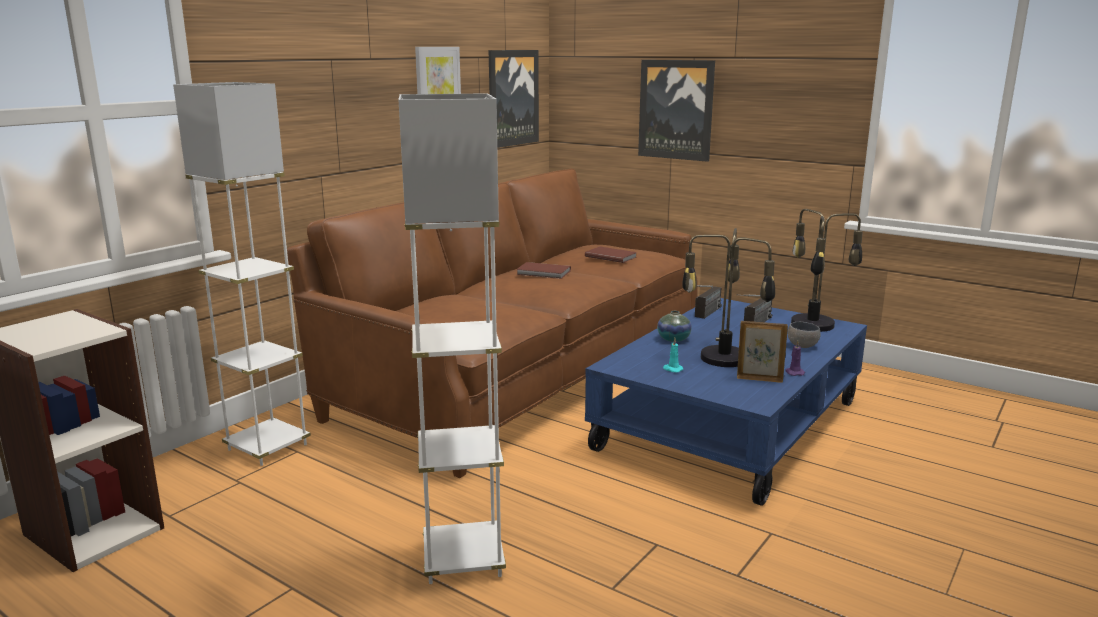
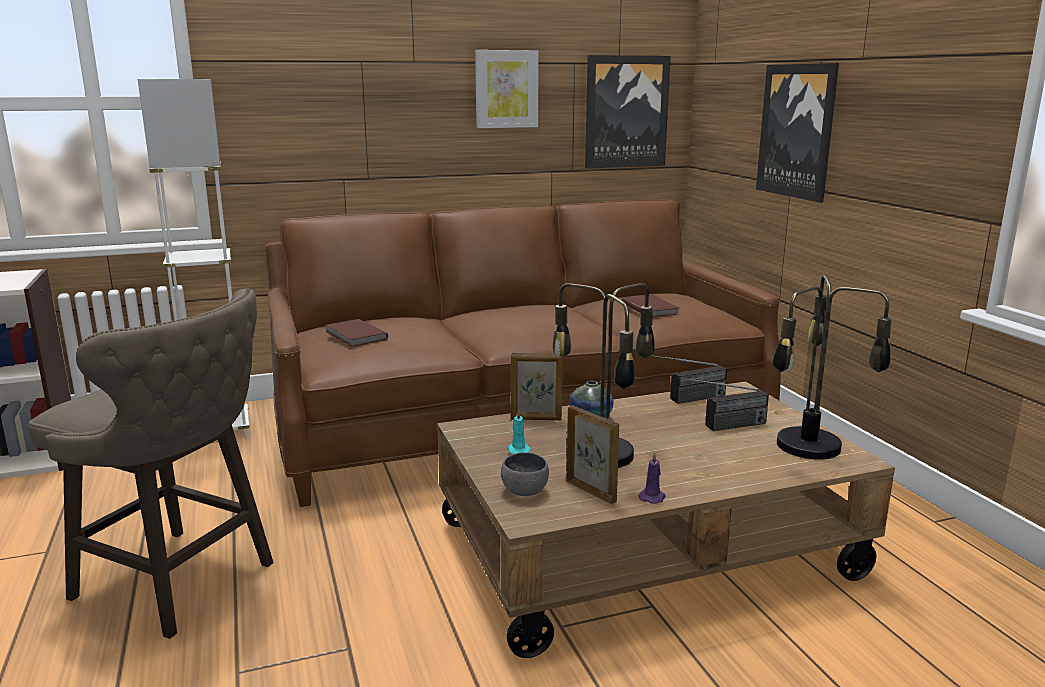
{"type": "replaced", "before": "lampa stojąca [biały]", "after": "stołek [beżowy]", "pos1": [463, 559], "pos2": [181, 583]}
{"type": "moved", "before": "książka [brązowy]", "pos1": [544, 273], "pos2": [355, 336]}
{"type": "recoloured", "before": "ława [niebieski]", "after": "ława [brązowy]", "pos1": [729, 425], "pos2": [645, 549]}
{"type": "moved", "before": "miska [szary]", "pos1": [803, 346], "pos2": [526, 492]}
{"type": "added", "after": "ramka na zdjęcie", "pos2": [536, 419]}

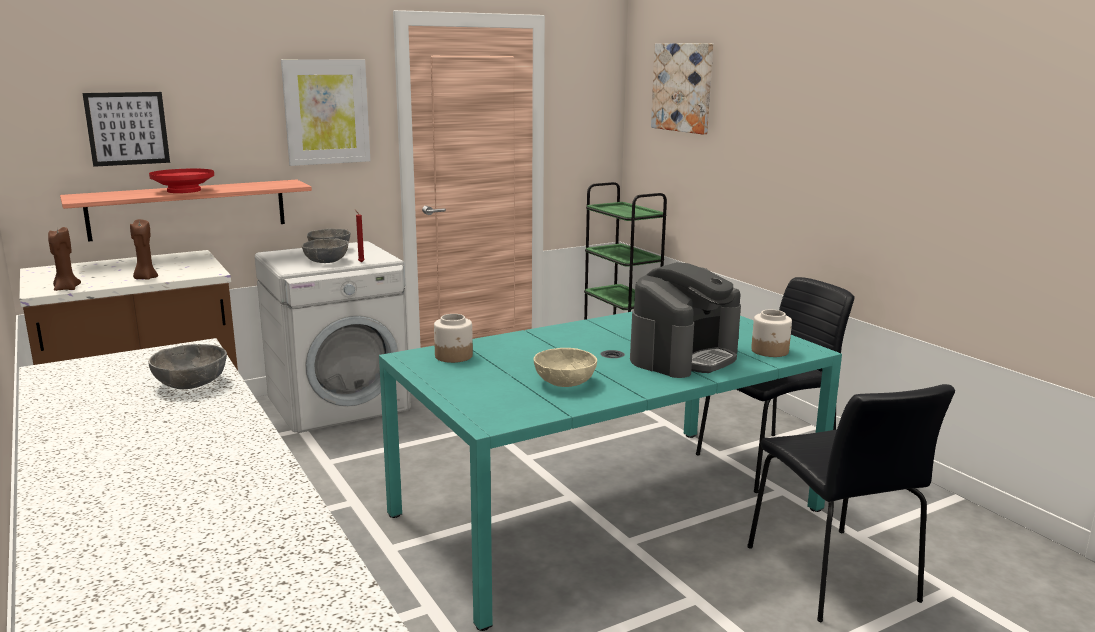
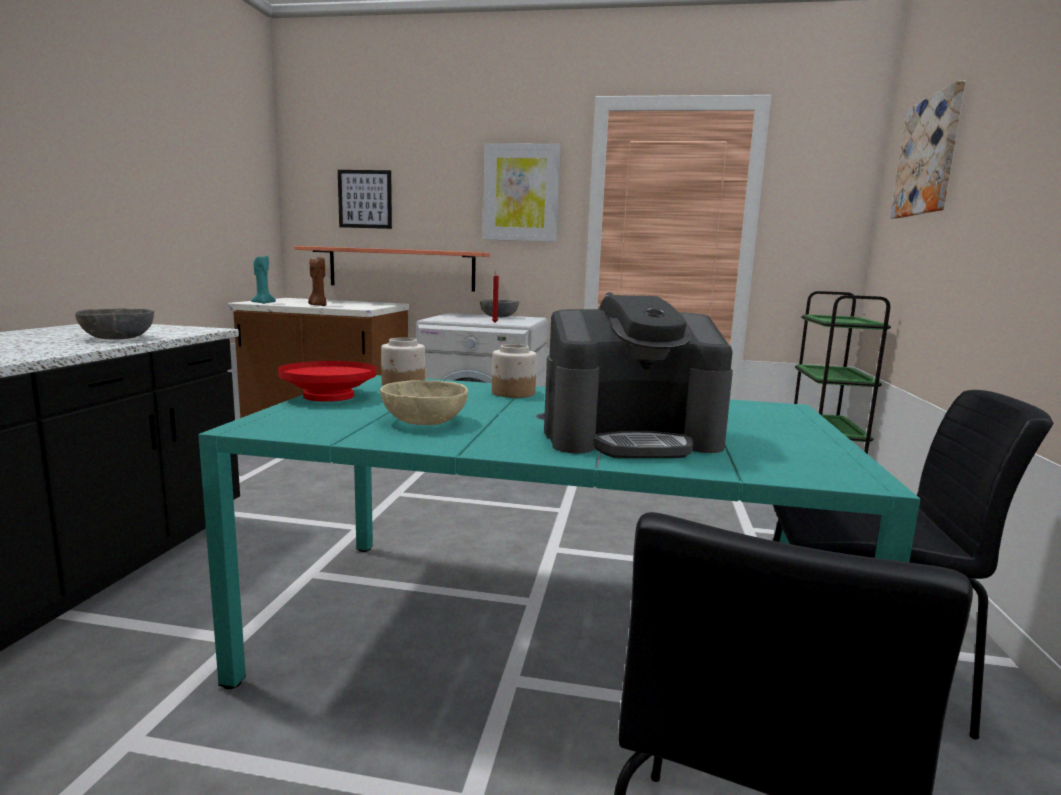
{"type": "recoloured", "before": "świeca [brązowy]", "after": "świeca [turkusowy]", "pos1": [66, 288], "pos2": [263, 303]}
{"type": "moved", "before": "miska [czerwony]", "pos1": [184, 191], "pos2": [329, 396]}
{"type": "moved", "before": "słoik", "pos1": [770, 351], "pos2": [513, 393]}
{"type": "removed", "before": "miska [szary]", "pos1": [326, 261]}

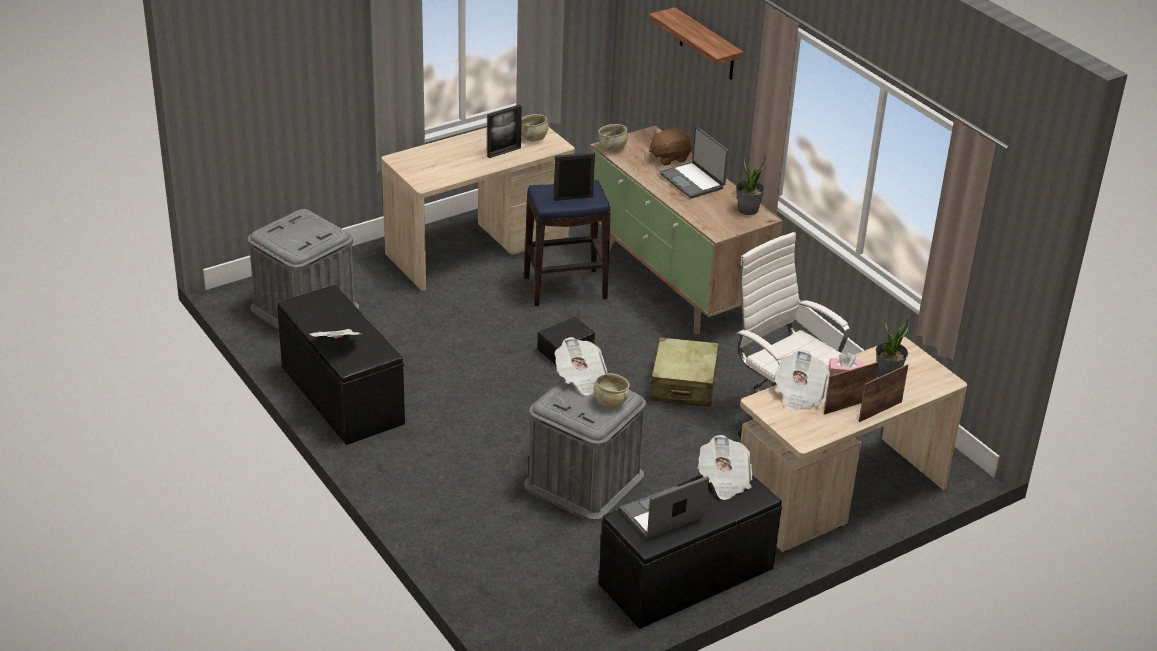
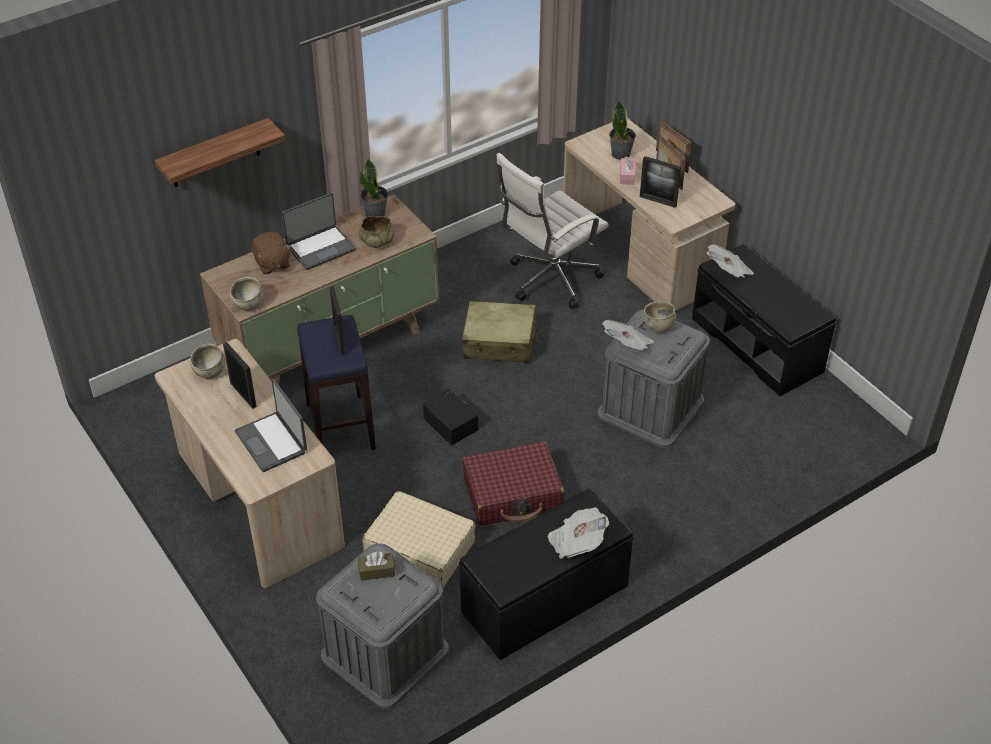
{"type": "moved", "before": "laptop", "pos1": [663, 515], "pos2": [272, 442]}
{"type": "added", "after": "pudełko chusteczek [brązowy]", "pos2": [376, 571]}
{"type": "added", "after": "miska [beżowy]", "pos2": [377, 241]}
{"type": "added", "after": "walizka [beżowy]", "pos2": [419, 549]}
{"type": "added", "after": "walizka [czerwony]", "pos2": [513, 494]}
{"type": "replaced", "before": "gazeta", "after": "ramka na zdjęcie", "pos1": [799, 394], "pos2": [658, 201]}

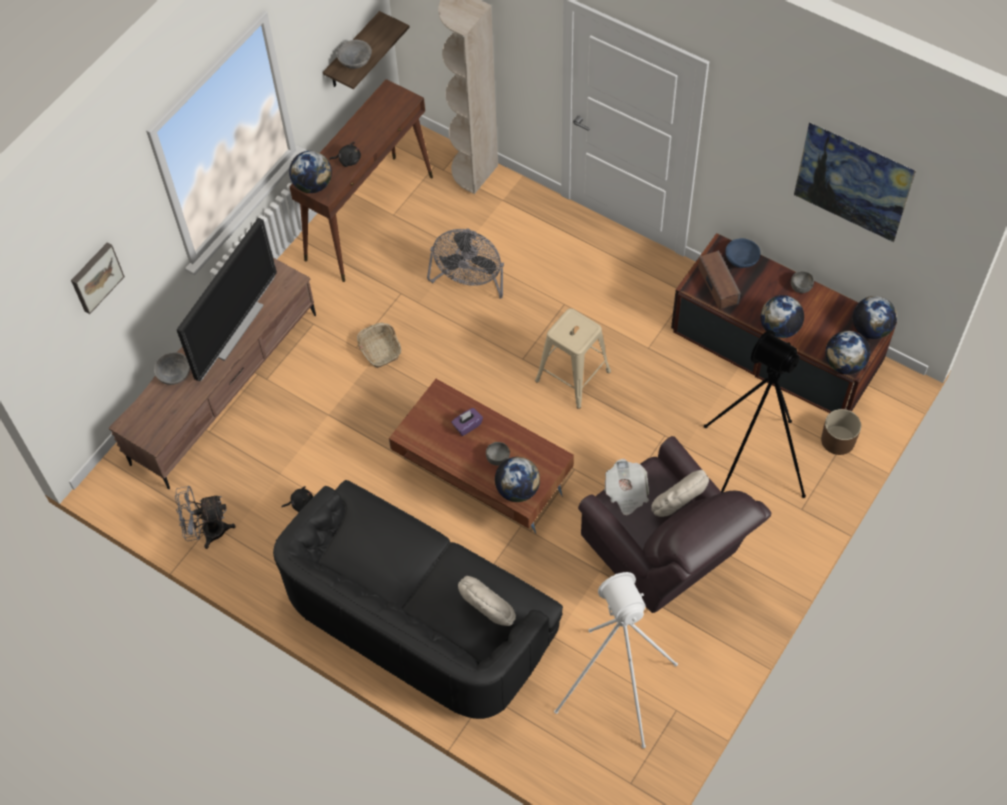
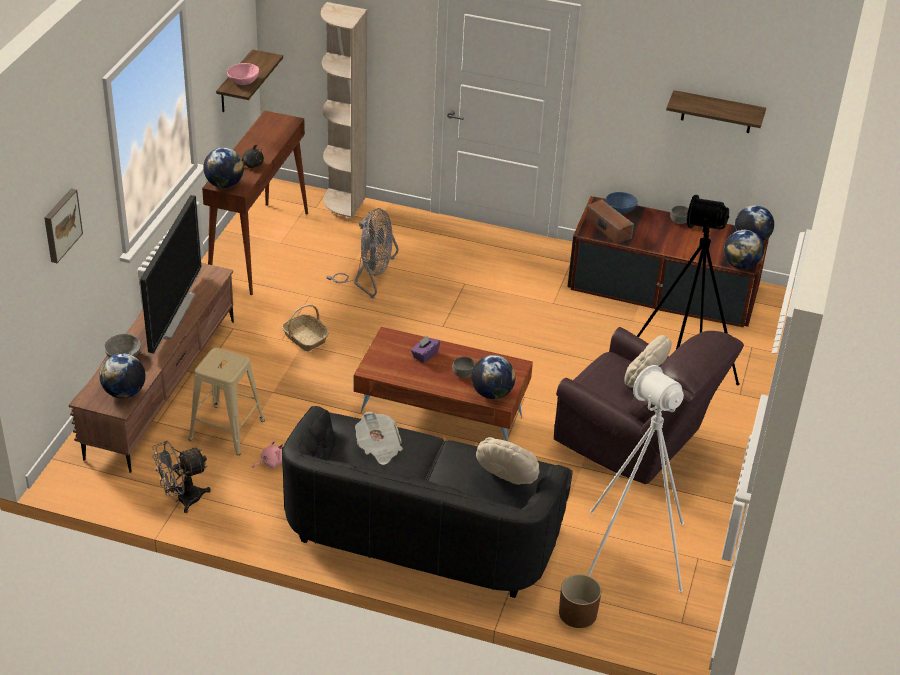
{"type": "moved", "before": "globus", "pos1": [779, 328], "pos2": [124, 392]}
{"type": "moved", "before": "stołek [beżowy]", "pos1": [573, 376], "pos2": [226, 429]}
{"type": "recoloured", "before": "miska [szary]", "after": "miska [różowy]", "pos1": [355, 61], "pos2": [243, 81]}
{"type": "recoloured", "before": "pluszak [czarny]", "after": "pluszak [różowy]", "pos1": [300, 503], "pos2": [270, 462]}
{"type": "turned", "before": "wentylator [szary]", "pos1": [468, 277], "pos2": [368, 276], "turn": -75}
{"type": "moved", "before": "gazeta", "pos1": [626, 493], "pos2": [378, 447]}
{"type": "moved", "before": "donica [brązowy]", "pos1": [837, 440], "pos2": [577, 613]}
{"type": "replaced", "before": "obraz", "after": "półka", "pos1": [847, 201], "pos2": [717, 112]}

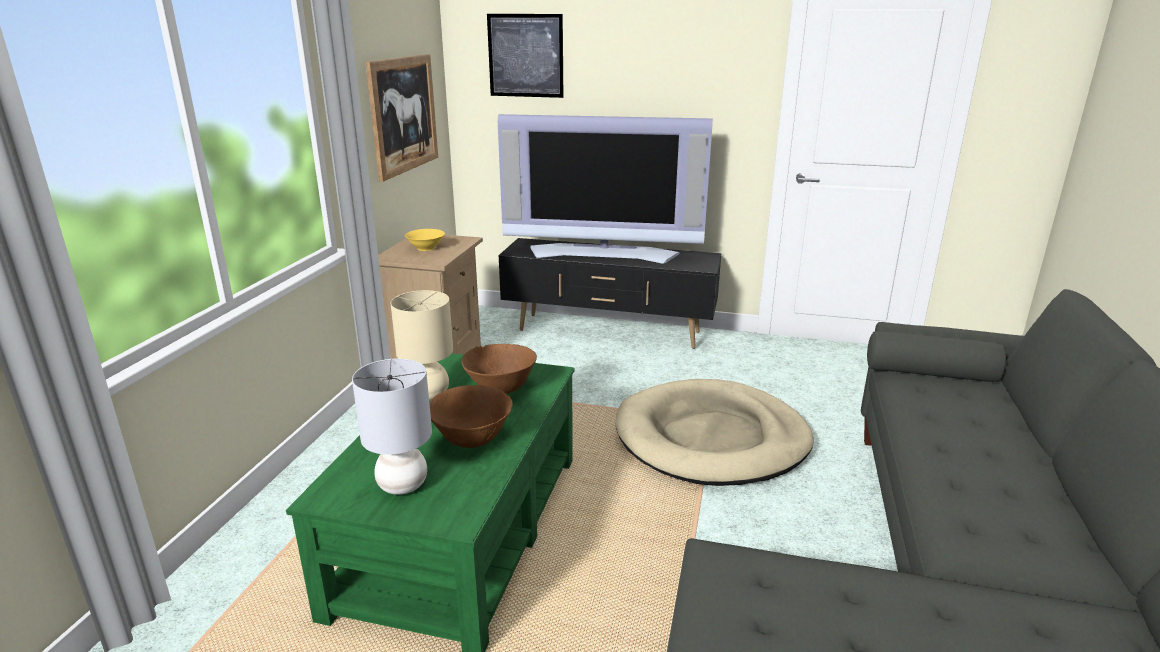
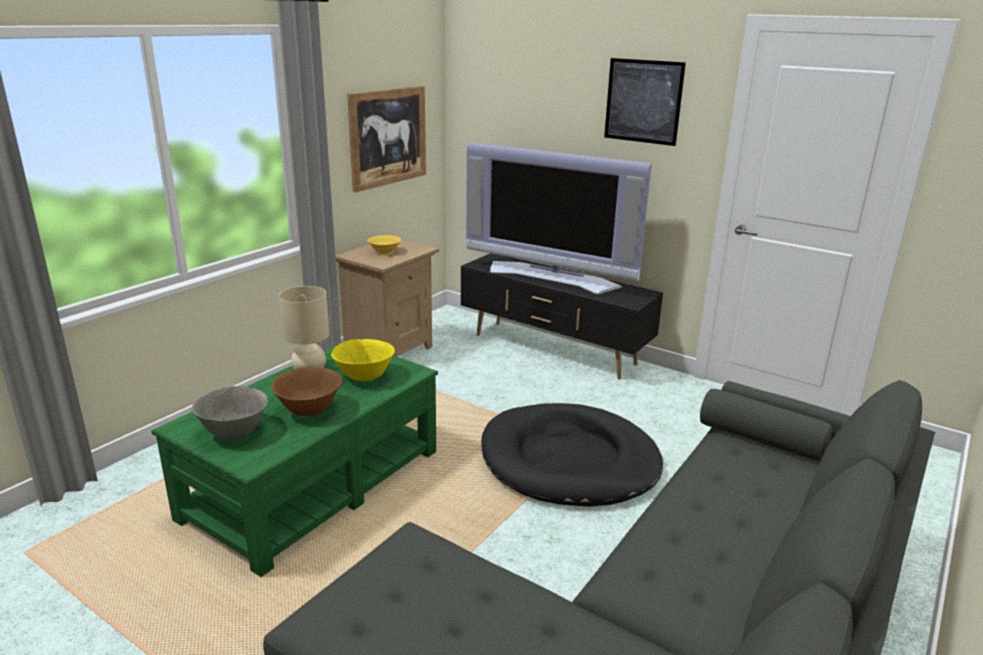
{"type": "replaced", "before": "lampa stołowa [szary]", "after": "miska [szary]", "pos1": [402, 486], "pos2": [234, 432]}
{"type": "recoloured", "before": "miska [brązowy]", "after": "miska [żółty]", "pos1": [500, 389], "pos2": [364, 377]}
{"type": "recoloured", "before": "legowisko [beżowy]", "after": "legowisko [czarny]", "pos1": [711, 438], "pos2": [569, 461]}
{"type": "moved", "before": "obraz", "pos1": [525, 56], "pos2": [643, 101]}

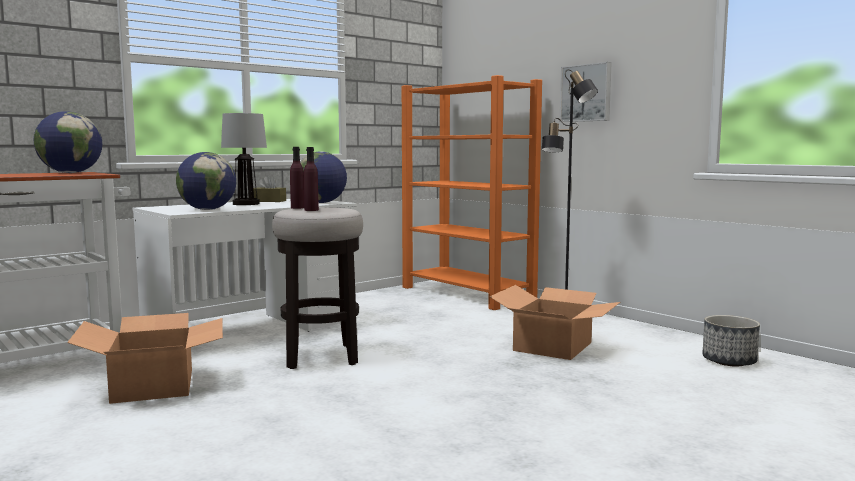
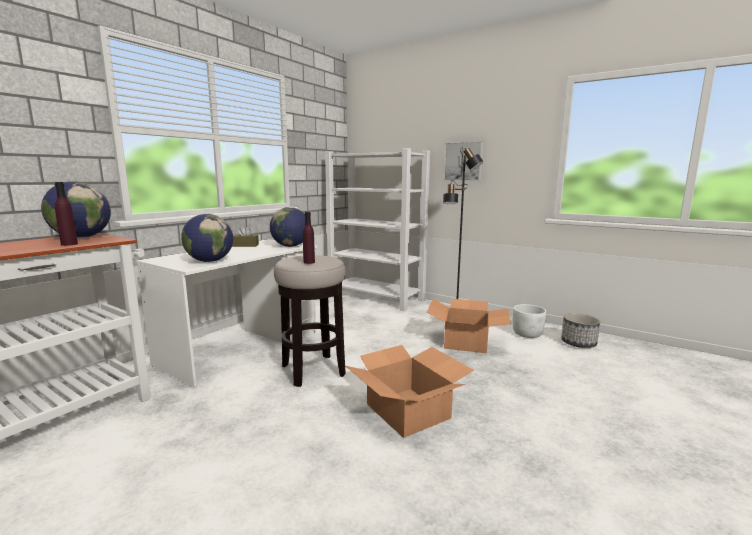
{"type": "moved", "before": "butelka [fioletowy]", "pos1": [297, 208], "pos2": [69, 244]}
{"type": "recoloured", "before": "regał [pomarańczowy]", "after": "regał [biały]", "pos1": [467, 293], "pos2": [376, 297]}
{"type": "moved", "before": "karton", "pos1": [154, 385], "pos2": [408, 411]}
{"type": "added", "after": "donica [biały]", "pos2": [527, 334]}
{"type": "removed", "before": "lampa stołowa", "pos1": [246, 204]}

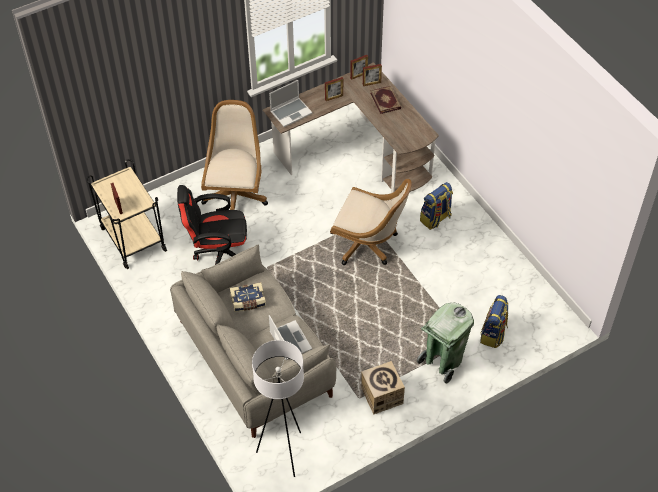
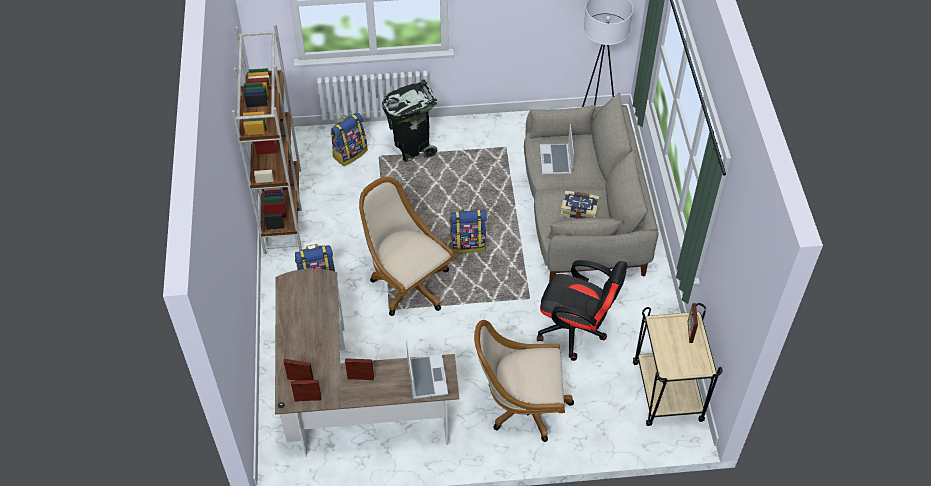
{"type": "added", "after": "regał [brązowy]", "pos2": [283, 210]}
{"type": "recoloured", "before": "kosz na śmieci [zielony]", "after": "kosz na śmieci [czarny]", "pos1": [442, 362], "pos2": [412, 148]}
{"type": "turned", "before": "laptop", "pos1": [291, 112], "pos2": [426, 377], "turn": 90}
{"type": "added", "after": "plecak", "pos2": [468, 244]}
{"type": "turned", "before": "krzesło biurowe", "pos1": [235, 192], "pos2": [521, 405], "turn": 60}
{"type": "removed", "before": "karton", "pos1": [382, 396]}
{"type": "removed", "before": "książka", "pos1": [386, 101]}

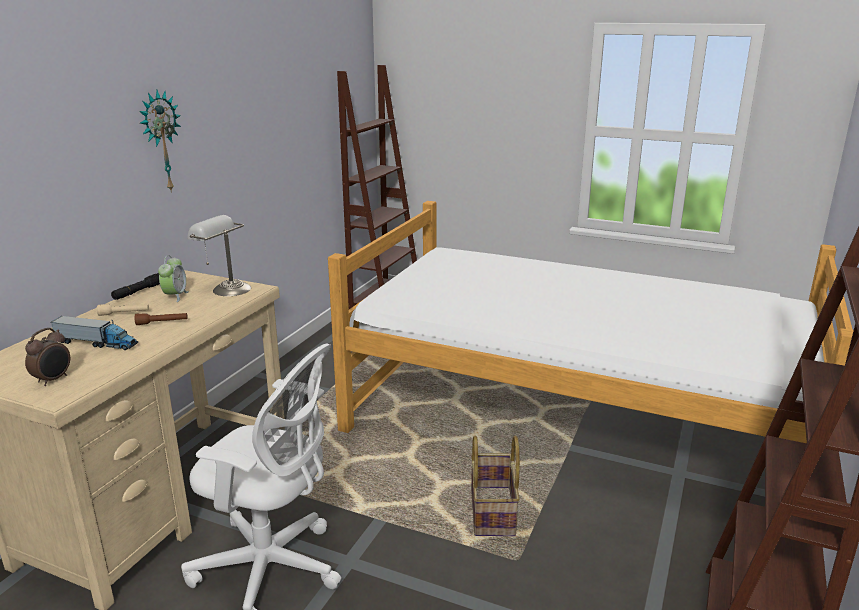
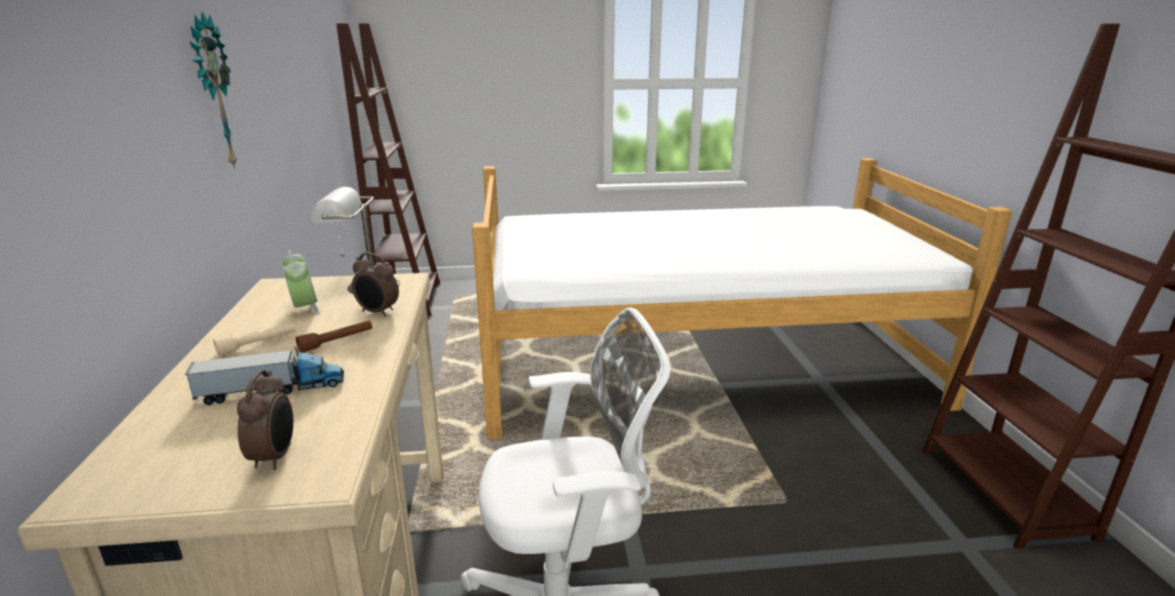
{"type": "added", "after": "budzik", "pos2": [378, 312]}
{"type": "removed", "before": "latarka [czarny]", "pos1": [139, 291]}
{"type": "removed", "before": "koszyk", "pos1": [493, 512]}

